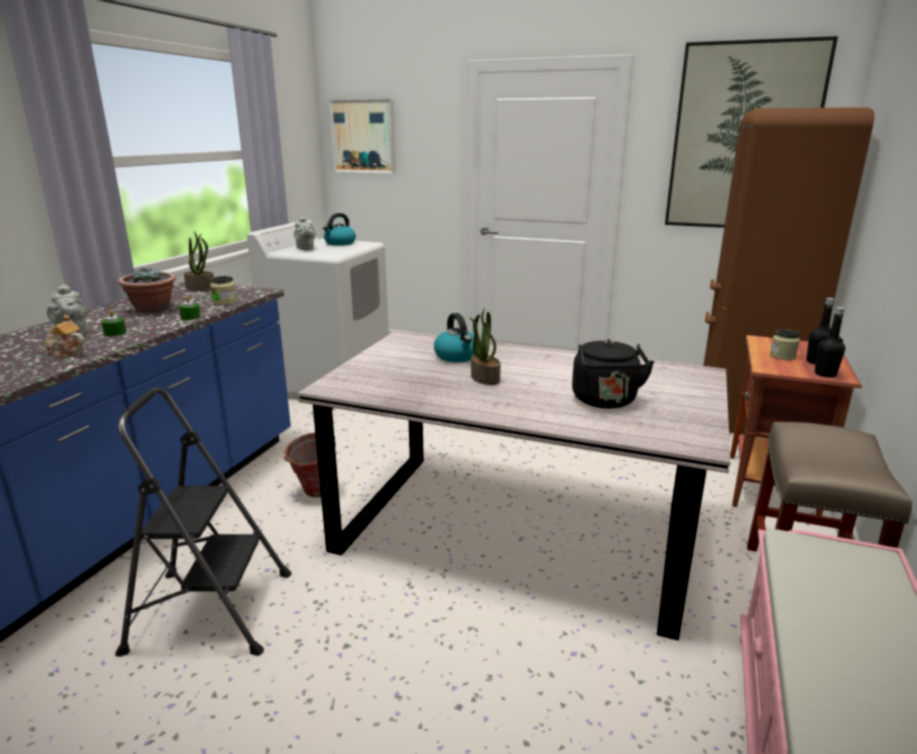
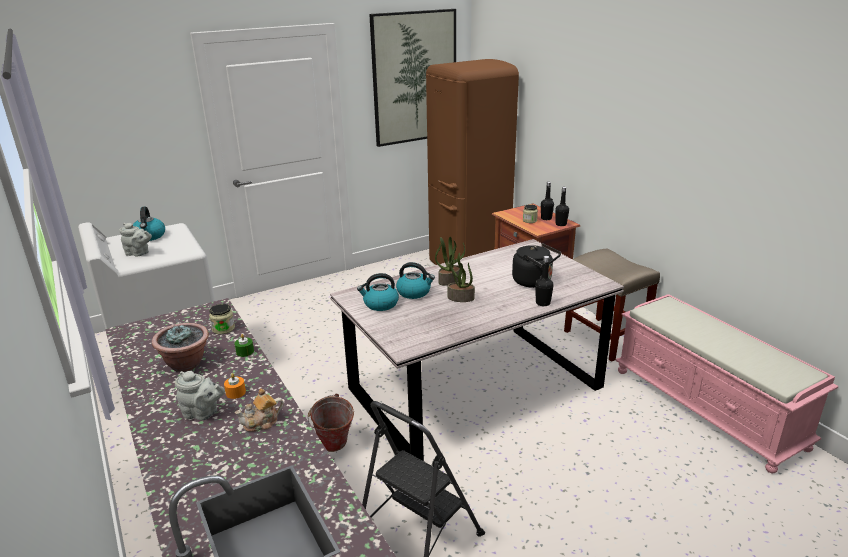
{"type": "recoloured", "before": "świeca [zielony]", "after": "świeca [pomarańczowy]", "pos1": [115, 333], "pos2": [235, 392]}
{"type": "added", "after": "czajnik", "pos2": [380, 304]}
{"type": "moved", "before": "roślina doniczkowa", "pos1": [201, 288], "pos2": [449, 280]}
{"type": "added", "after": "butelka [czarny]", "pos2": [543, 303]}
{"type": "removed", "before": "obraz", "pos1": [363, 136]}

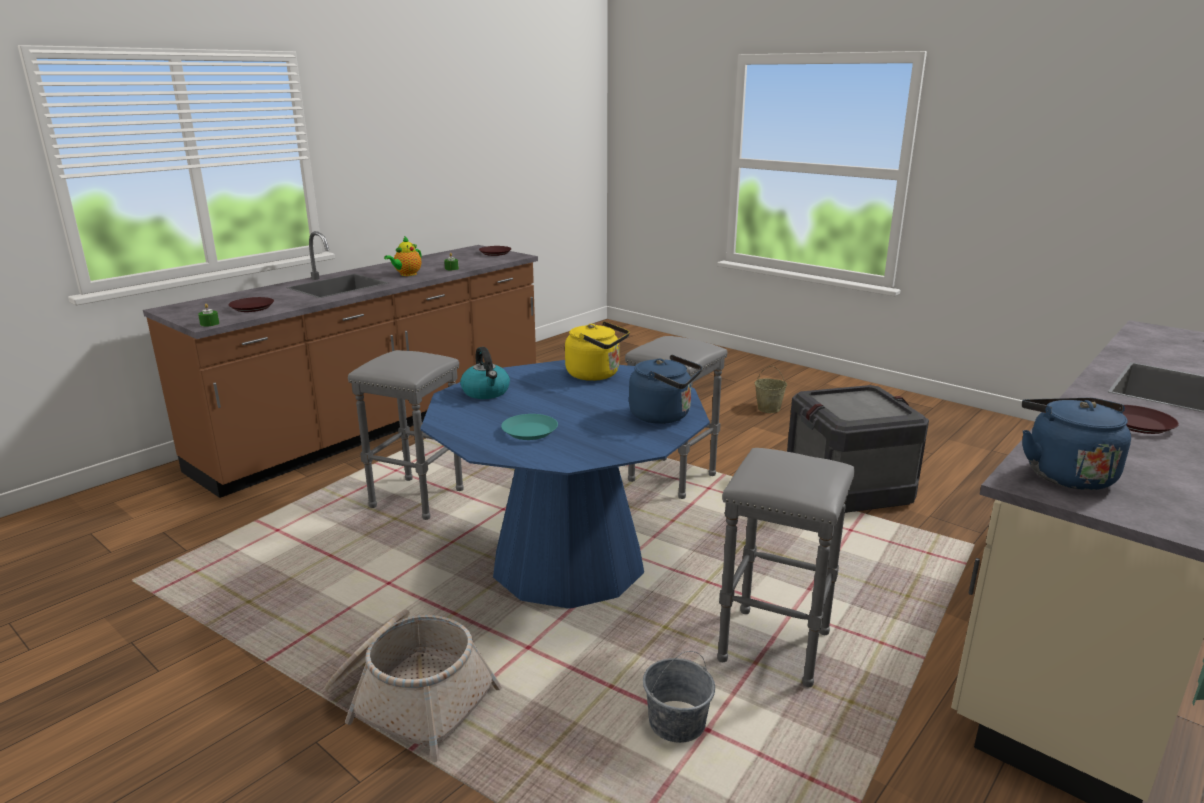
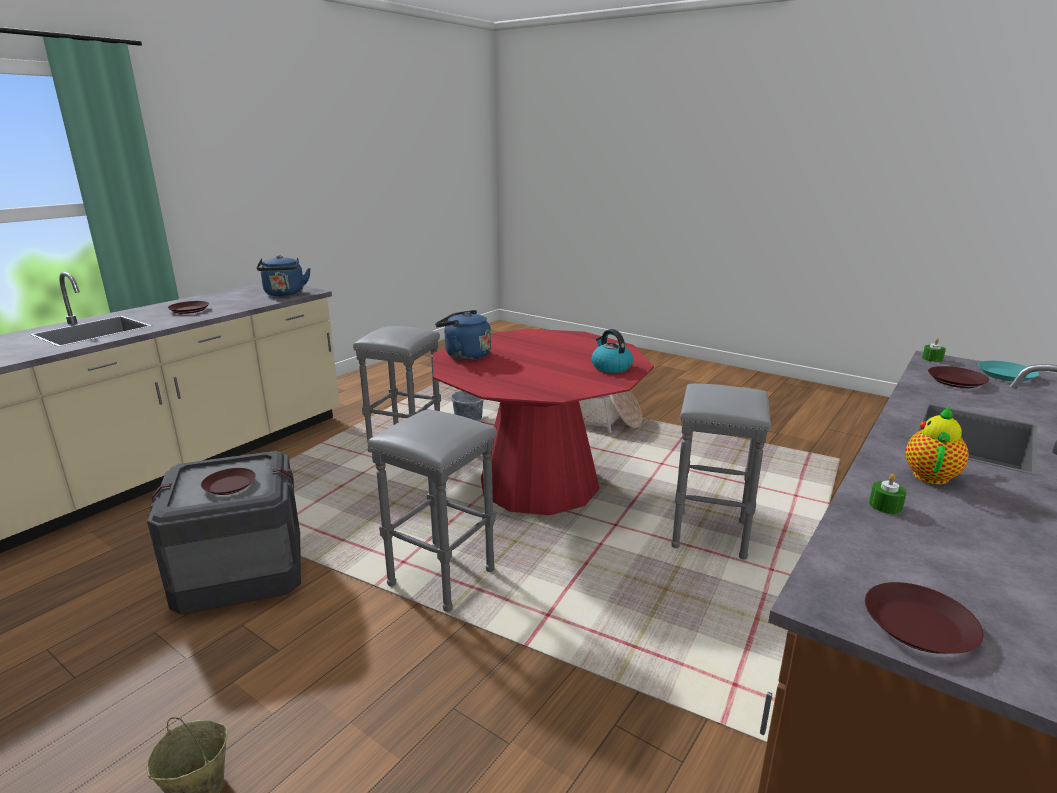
{"type": "added", "after": "talerz [brązowy]", "pos2": [230, 485]}
{"type": "recoloured", "before": "stół jadalny [niebieski]", "after": "stół jadalny [czerwony]", "pos1": [568, 562], "pos2": [539, 484]}
{"type": "moved", "before": "talerz [turkusowy]", "pos1": [529, 432], "pos2": [1005, 375]}
{"type": "removed", "before": "czajnik [żółty]", "pos1": [596, 375]}

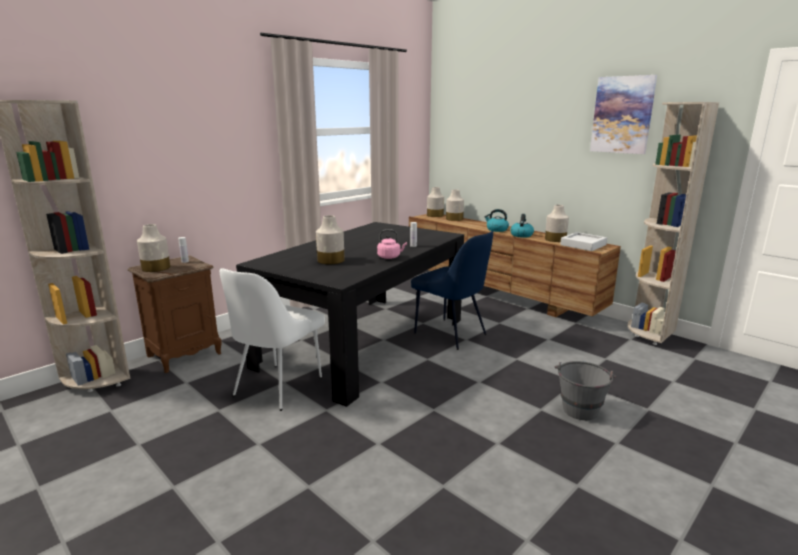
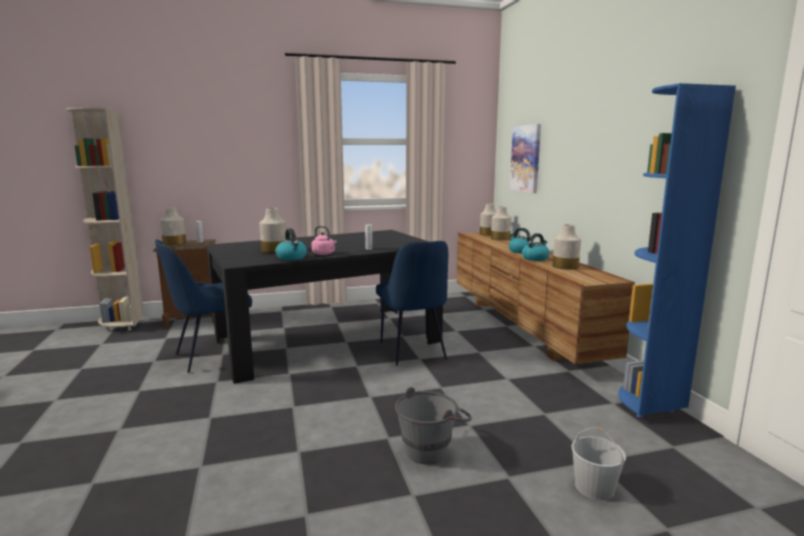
{"type": "recoloured", "before": "krzesło [biały]", "after": "krzesło [niebieski]", "pos1": [278, 387], "pos2": [213, 356]}
{"type": "added", "after": "czajnik", "pos2": [292, 257]}
{"type": "moved", "before": "obraz", "pos1": [622, 115], "pos2": [526, 158]}
{"type": "added", "after": "wiadro [biały]", "pos2": [593, 487]}
{"type": "recoloured", "before": "regał [beżowy]", "after": "regał [niebieski]", "pos1": [647, 336], "pos2": [645, 405]}
{"type": "removed", "before": "taca [szary]", "pos1": [583, 245]}

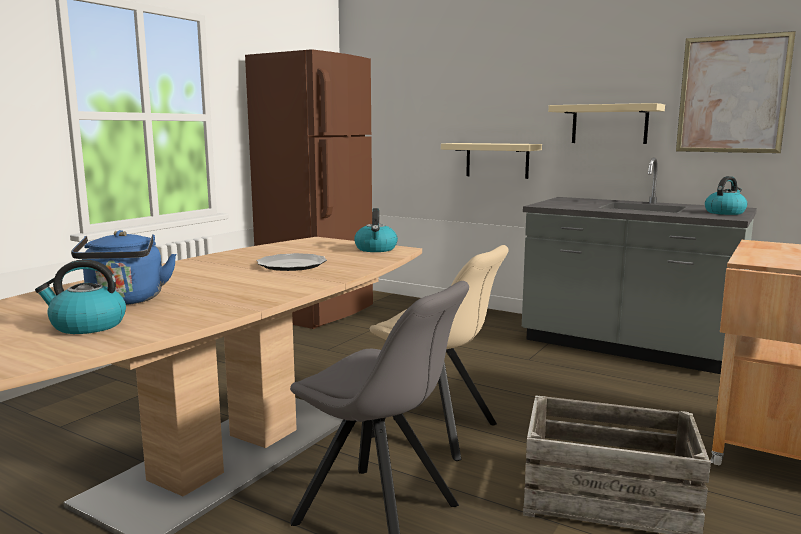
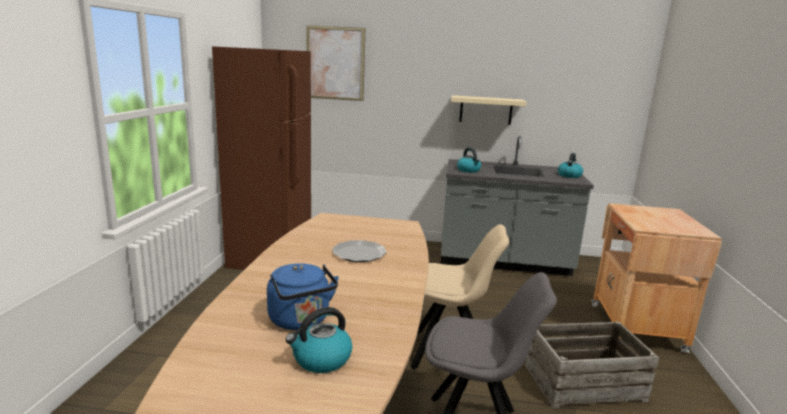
{"type": "moved", "before": "obraz", "pos1": [732, 94], "pos2": [335, 63]}
{"type": "moved", "before": "czajnik", "pos1": [376, 249], "pos2": [469, 170]}
{"type": "removed", "before": "półka [beżowy]", "pos1": [497, 160]}

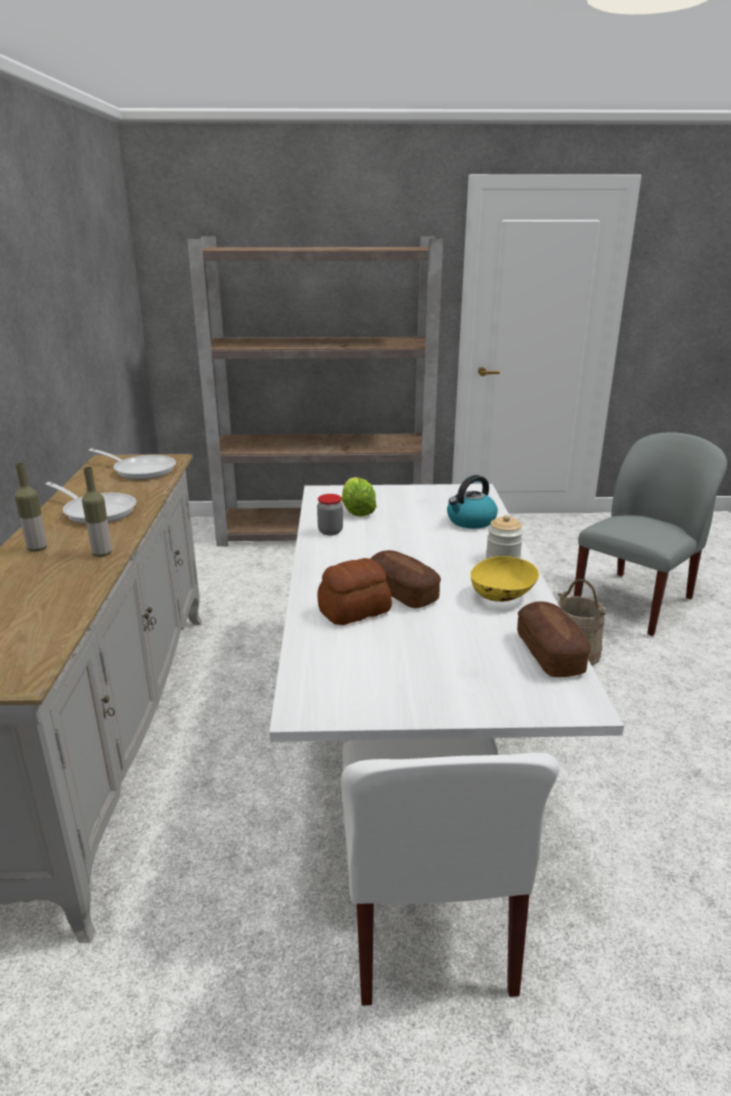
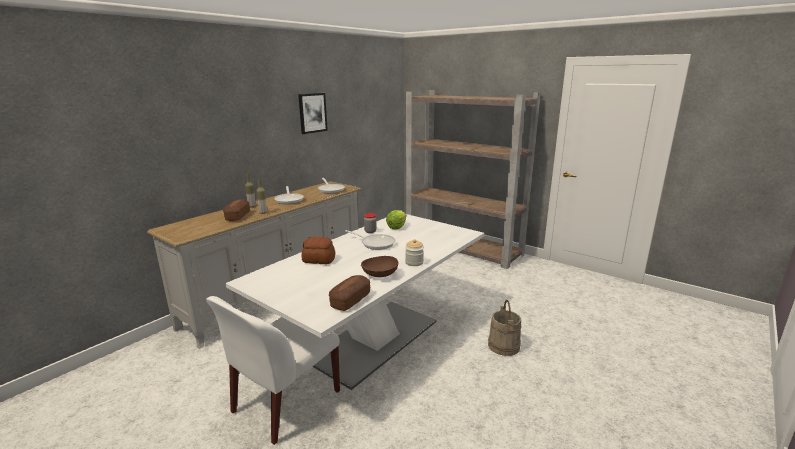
{"type": "moved", "before": "chleb", "pos1": [402, 592], "pos2": [237, 216]}
{"type": "added", "after": "obraz", "pos2": [312, 113]}
{"type": "added", "after": "patelnia", "pos2": [375, 243]}
{"type": "recoloured", "before": "miska [żółty]", "after": "miska [brązowy]", "pos1": [502, 597], "pos2": [380, 275]}
{"type": "removed", "before": "czajnik", "pos1": [470, 521]}
{"type": "removed", "before": "krzesło [szary]", "pos1": [635, 602]}

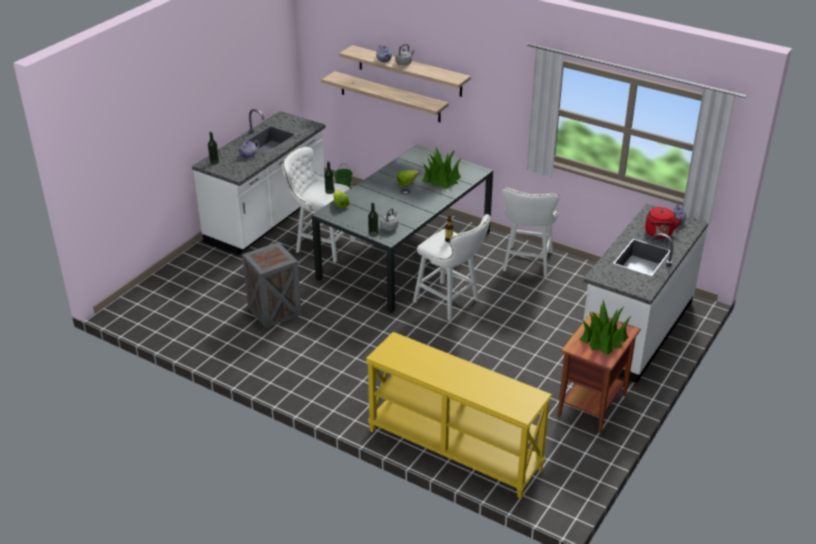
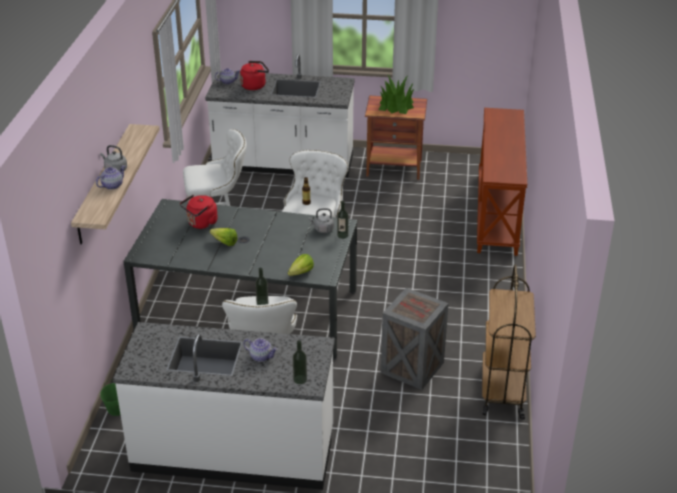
{"type": "replaced", "before": "roślina doniczkowa", "after": "czajnik [czerwony]", "pos1": [441, 179], "pos2": [201, 224]}
{"type": "recoloured", "before": "stolik konsolowy [żółty]", "after": "stolik konsolowy [brązowy]", "pos1": [453, 450], "pos2": [498, 213]}
{"type": "added", "after": "wózek [brązowy]", "pos2": [503, 389]}
{"type": "removed", "before": "półka", "pos1": [390, 97]}

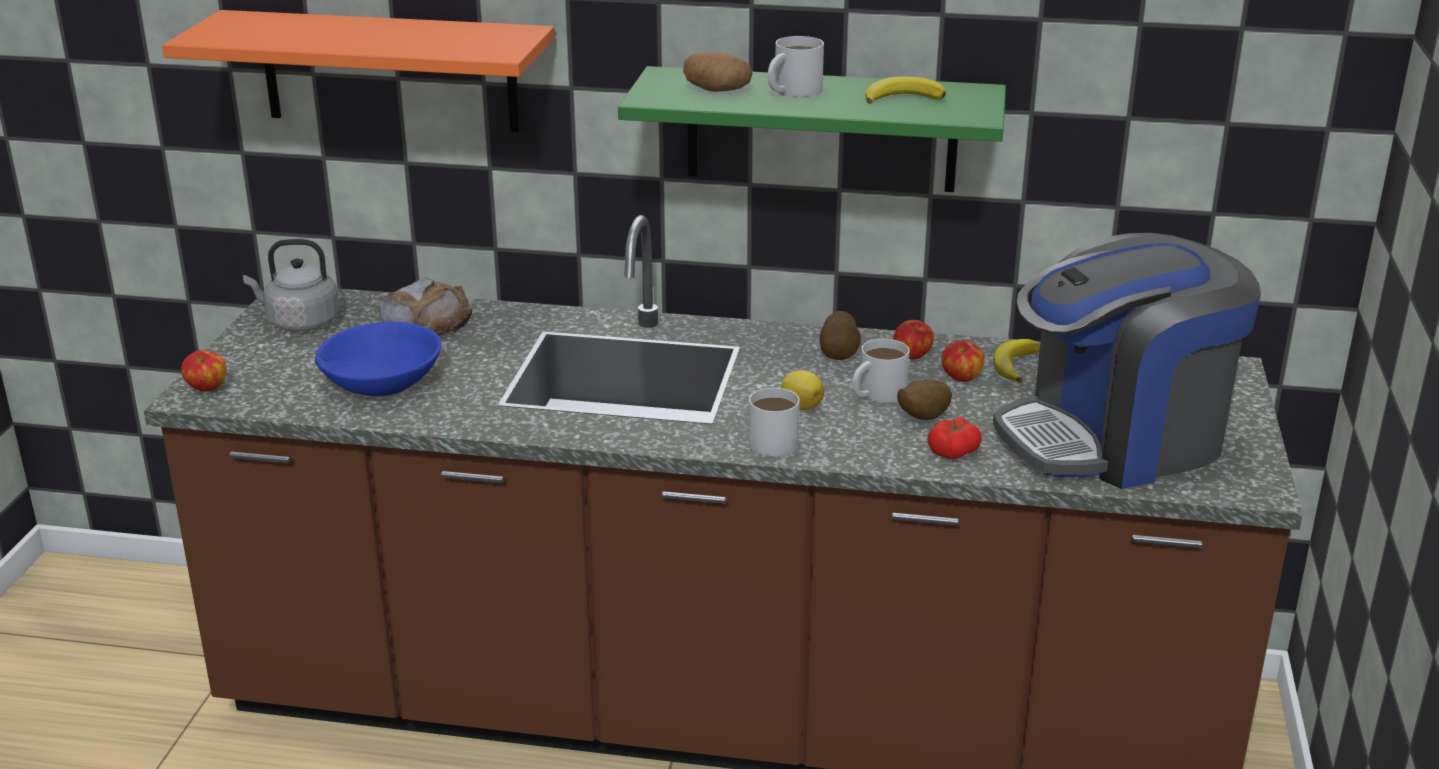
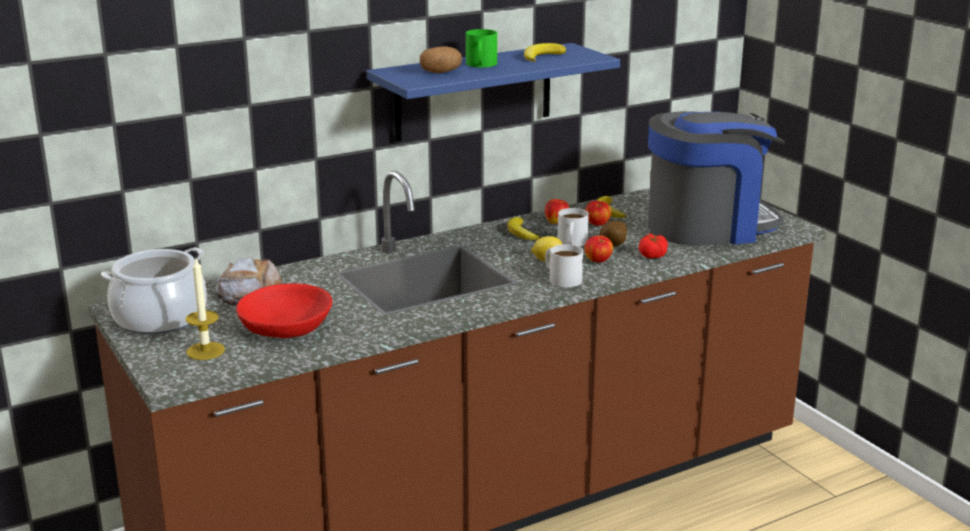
{"type": "replaced", "before": "czajnik [szary]", "after": "garnek", "pos1": [299, 323], "pos2": [160, 318]}
{"type": "added", "after": "świeca", "pos2": [205, 351]}
{"type": "recoloured", "before": "miska [niebieski]", "after": "miska [czerwony]", "pos1": [382, 381], "pos2": [286, 328]}
{"type": "recoloured", "before": "półka [zielony]", "after": "półka [niebieski]", "pos1": [821, 129], "pos2": [473, 92]}
{"type": "recoloured", "before": "kubek [biały]", "after": "kubek [zielony]", "pos1": [791, 92], "pos2": [481, 65]}
{"type": "replaced", "before": "ziemniak", "after": "banan", "pos1": [839, 356], "pos2": [521, 233]}
{"type": "moved", "before": "jabłko", "pos1": [207, 388], "pos2": [598, 261]}
{"type": "turned", "before": "ekspres do kawy", "pos1": [1116, 438], "pos2": [708, 226], "turn": -135}
{"type": "removed", "before": "półka [pomarańczowy]", "pos1": [389, 71]}

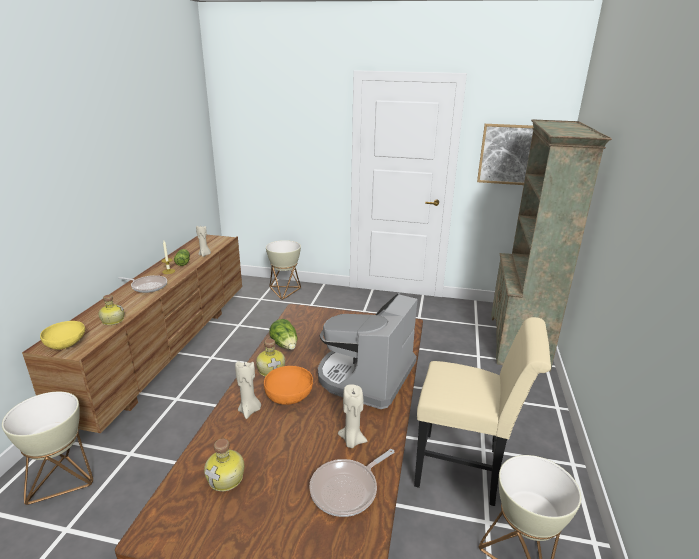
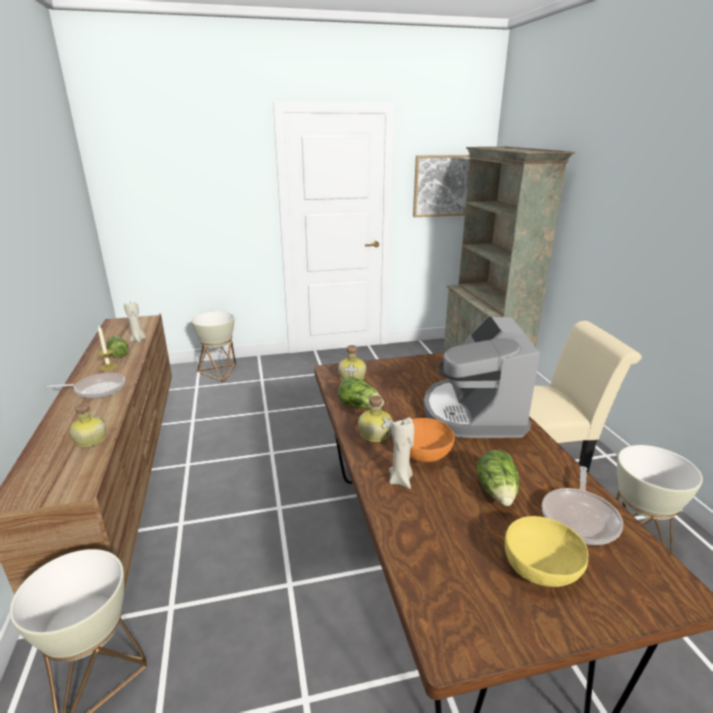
{"type": "moved", "before": "butelka", "pos1": [227, 478], "pos2": [352, 377]}
{"type": "added", "after": "sałata", "pos2": [497, 492]}
{"type": "moved", "before": "miska [żółty]", "pos1": [66, 344], "pos2": [541, 567]}
{"type": "removed", "before": "świeca [beżowy]", "pos1": [352, 441]}

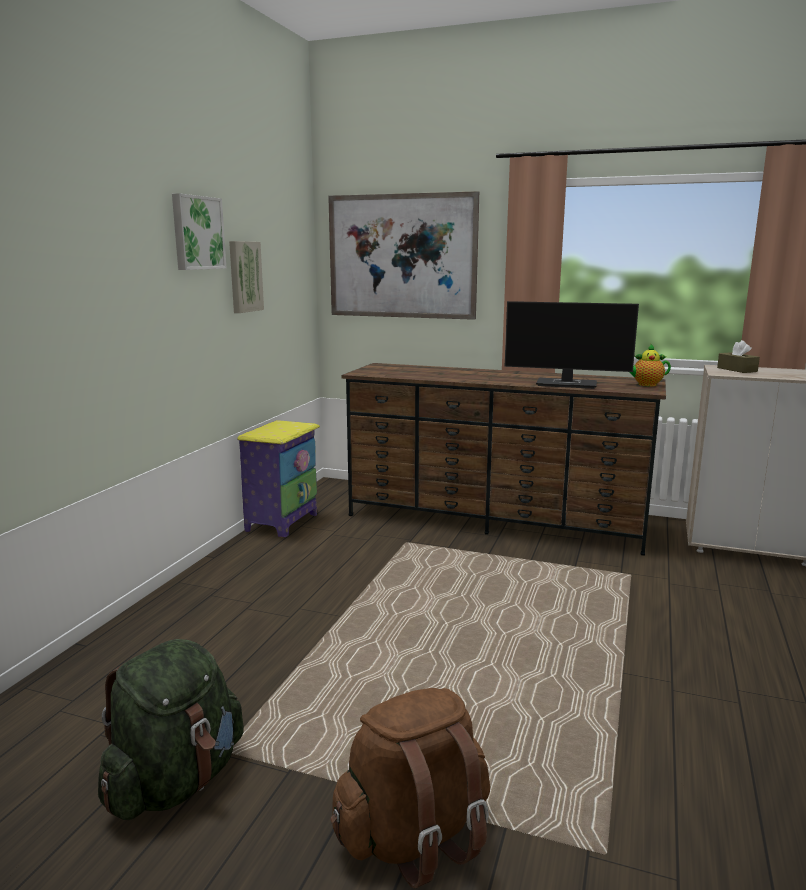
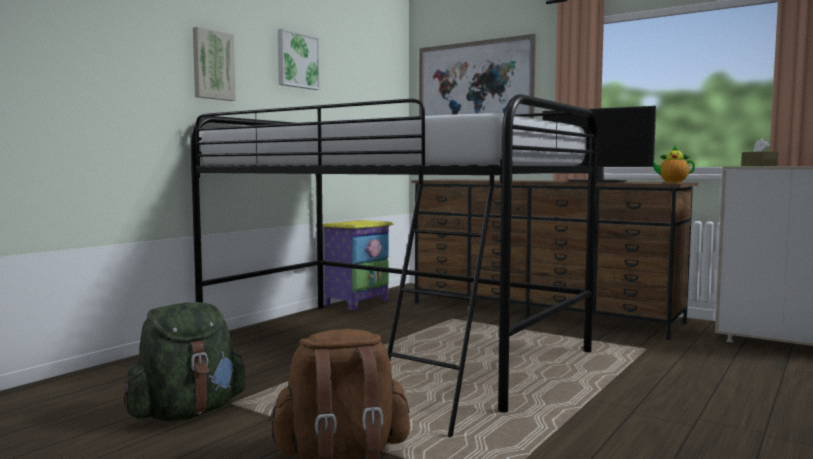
{"type": "added", "after": "łóżko [czarny]", "pos2": [388, 348]}
{"type": "moved", "before": "obraz", "pos1": [244, 276], "pos2": [212, 65]}

